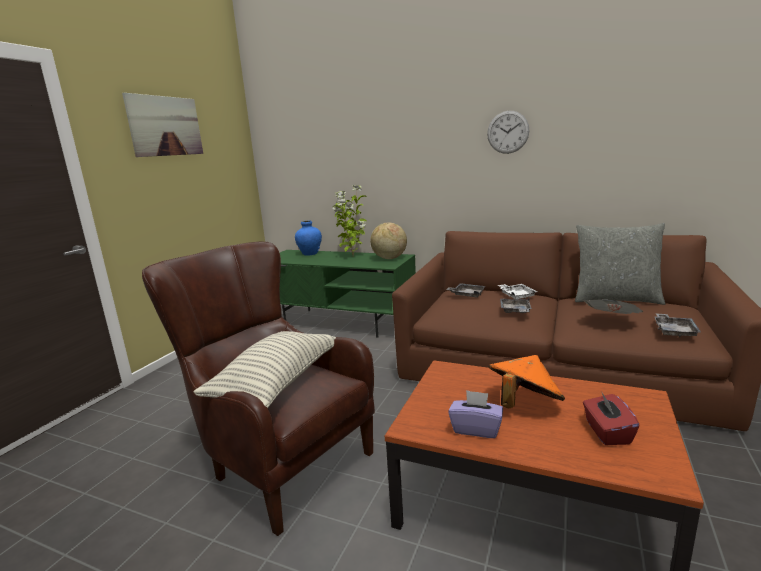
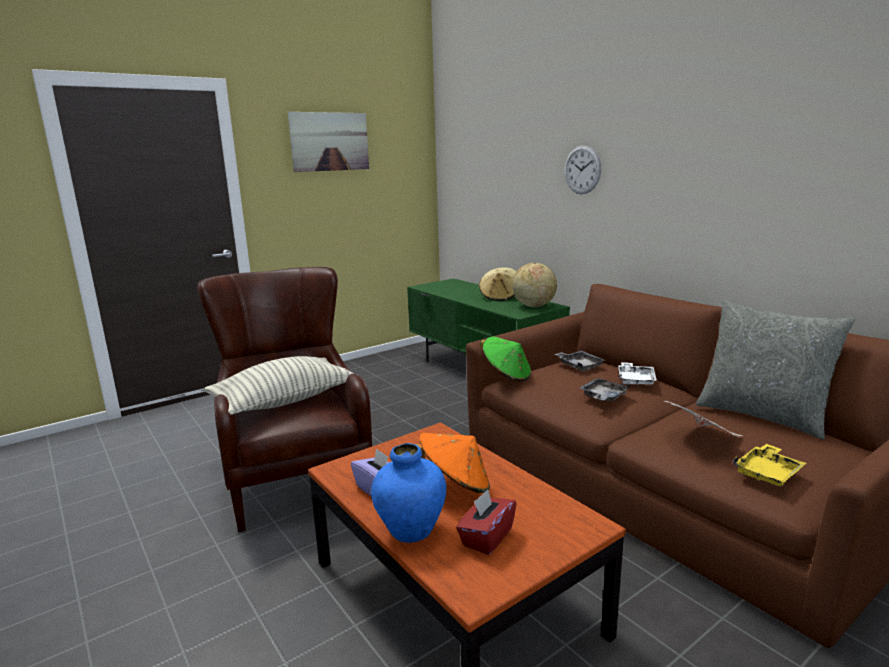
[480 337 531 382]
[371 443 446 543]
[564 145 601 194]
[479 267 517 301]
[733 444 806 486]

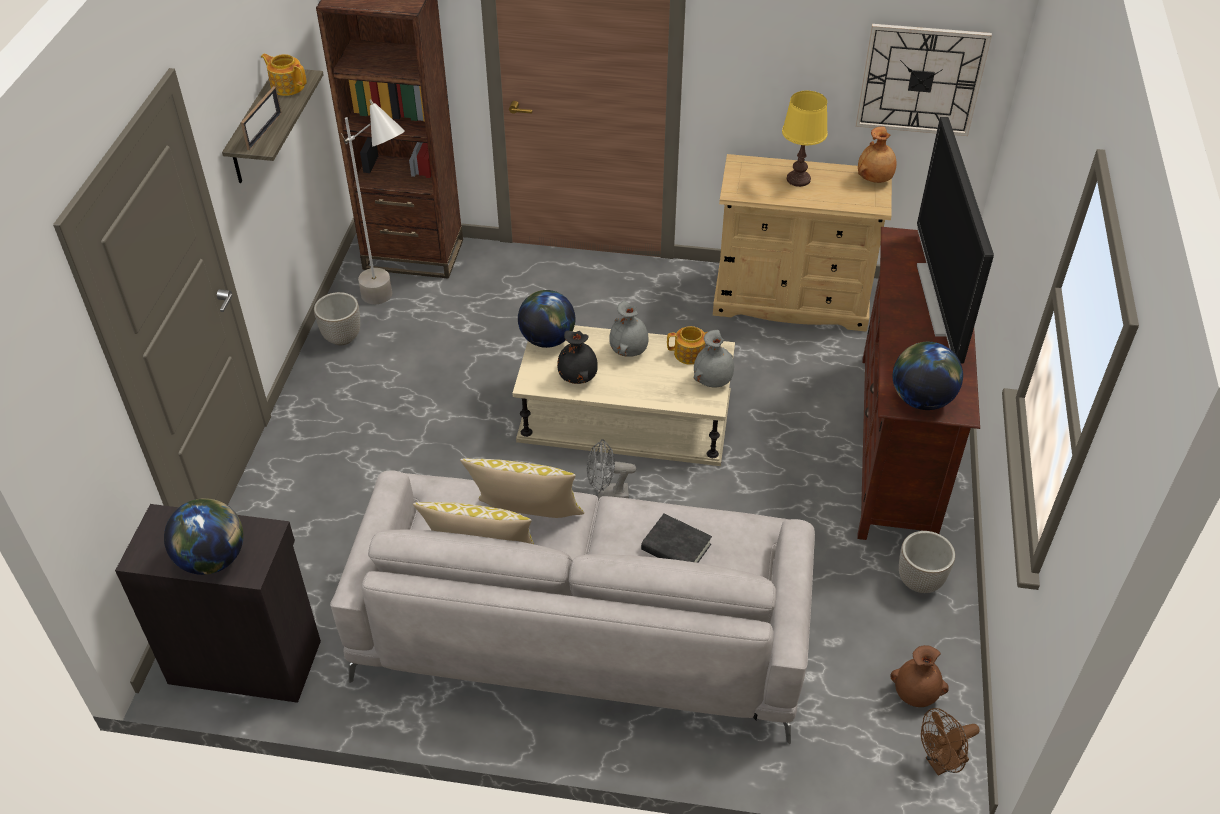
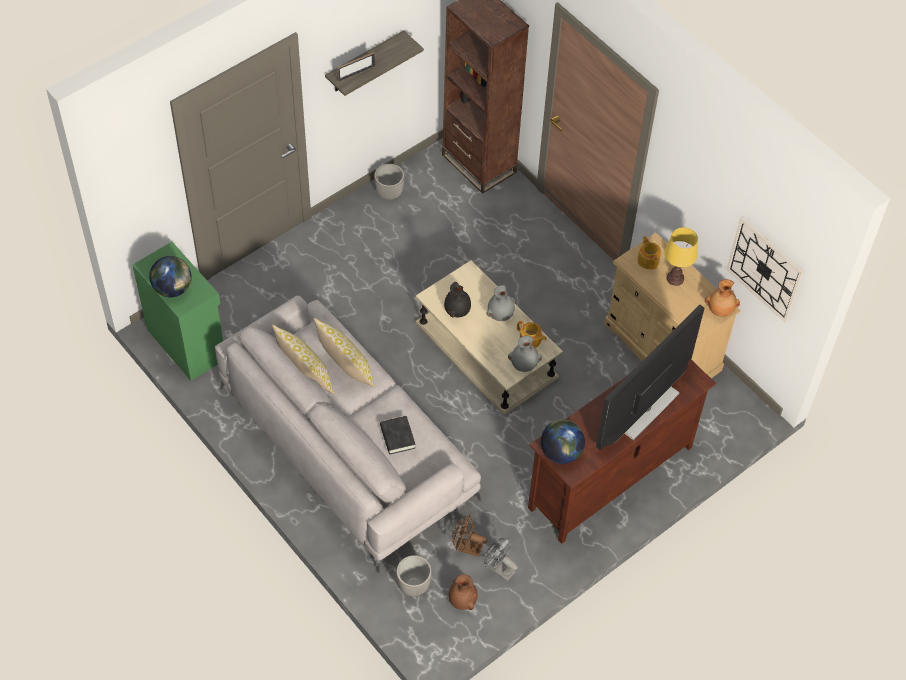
[341 99 405 305] (first image)
[518 290 575 348] (first image)
[637 236 661 269]
[484 538 518 582]
[396 555 432 596]
[452 515 487 557]
[132 242 223 381]

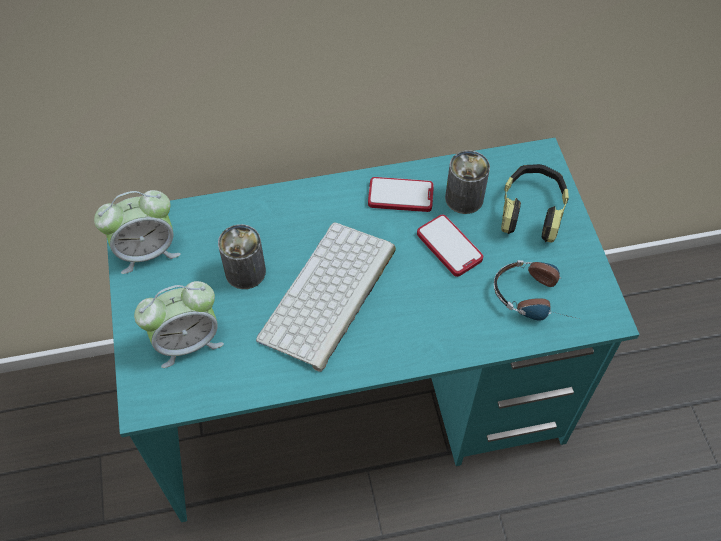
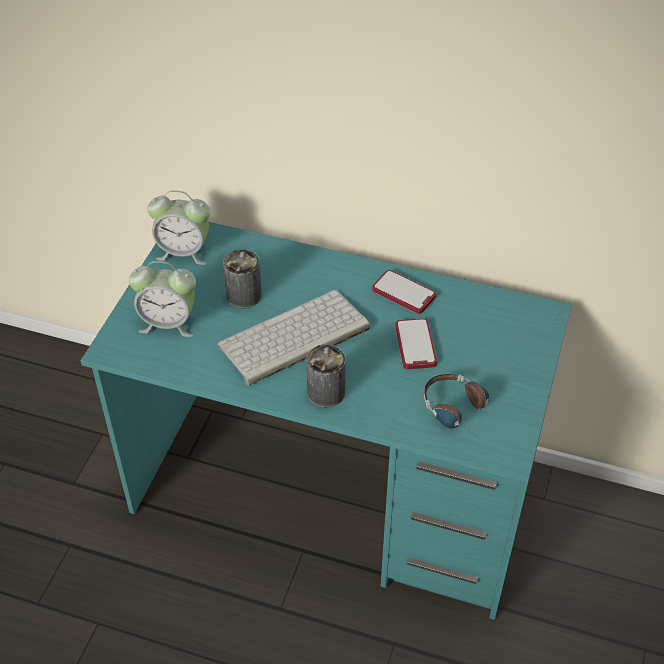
[501 164 569 243] (first image)
[306 344 346 407]

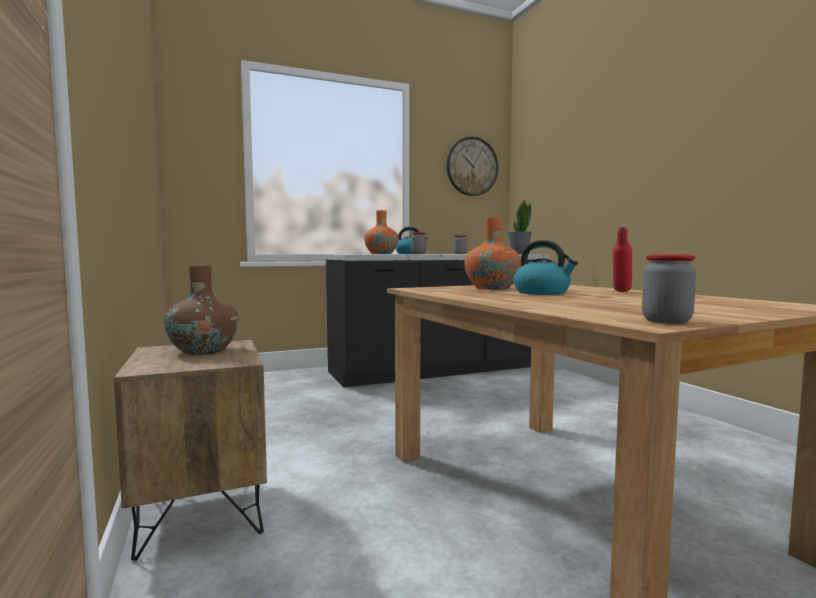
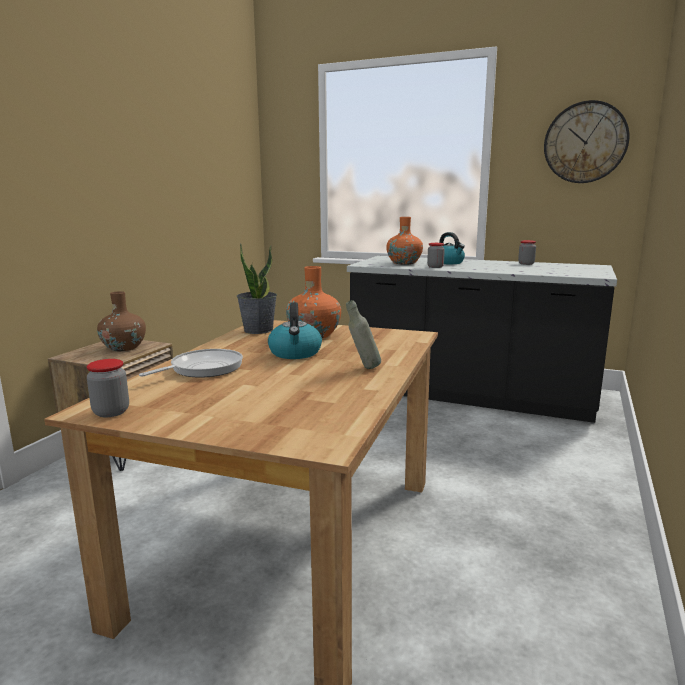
[139 349 243 378]
[237 243 277 334]
[346 300 381 369]

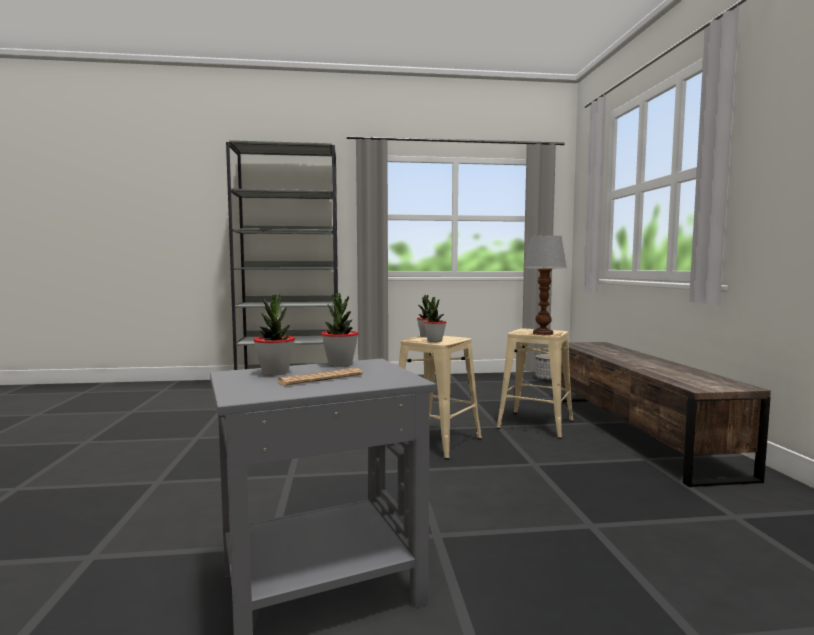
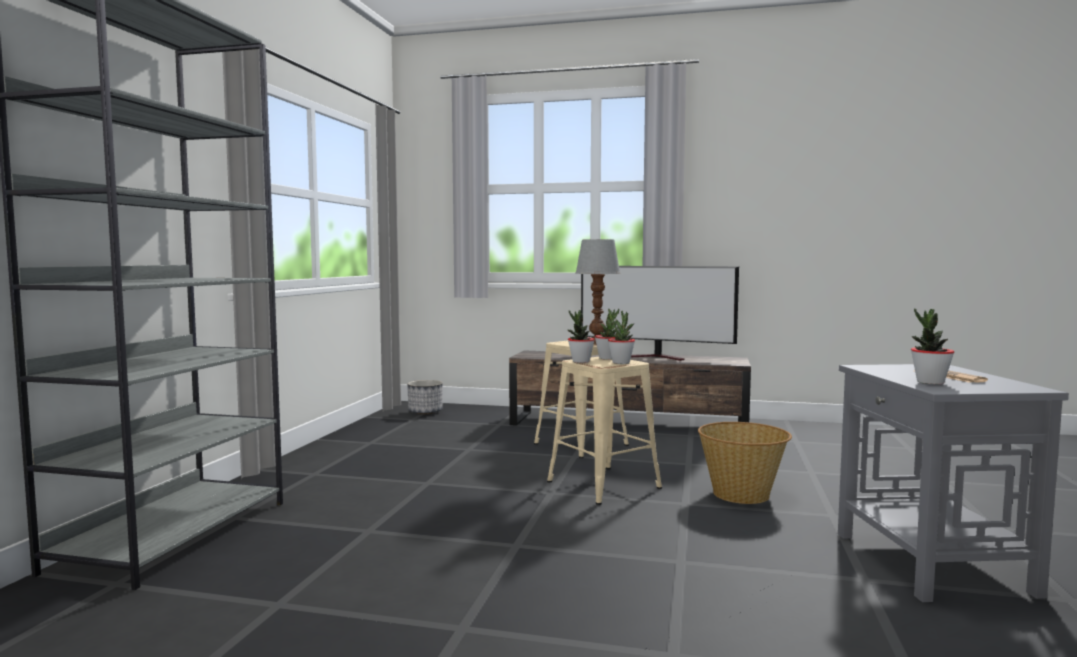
[581 266 739 361]
[698 422 792 504]
[595 309 619 360]

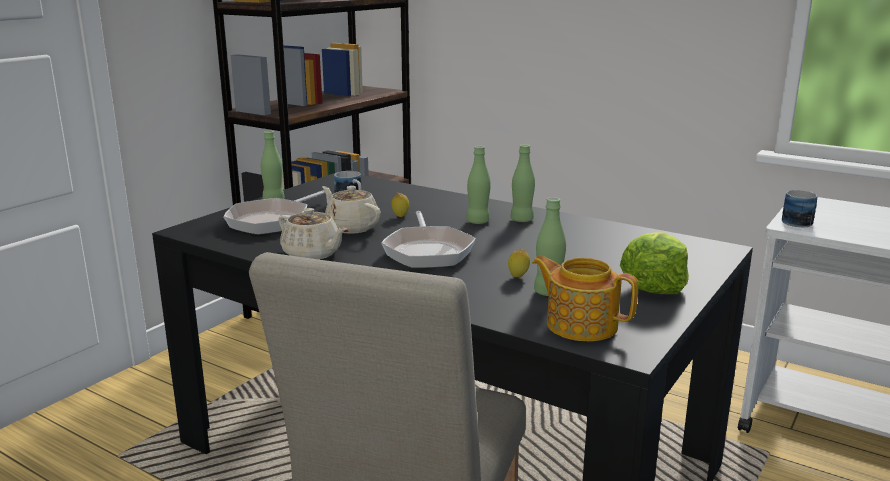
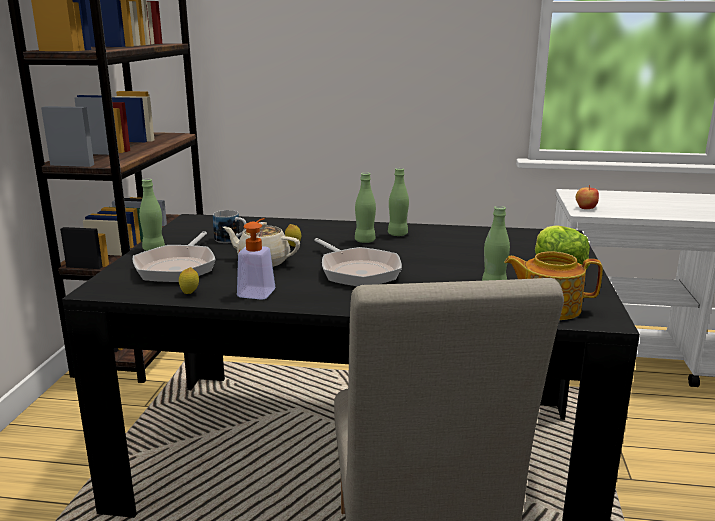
[179 267 199 294]
[237 218 276 300]
[576 185 599 209]

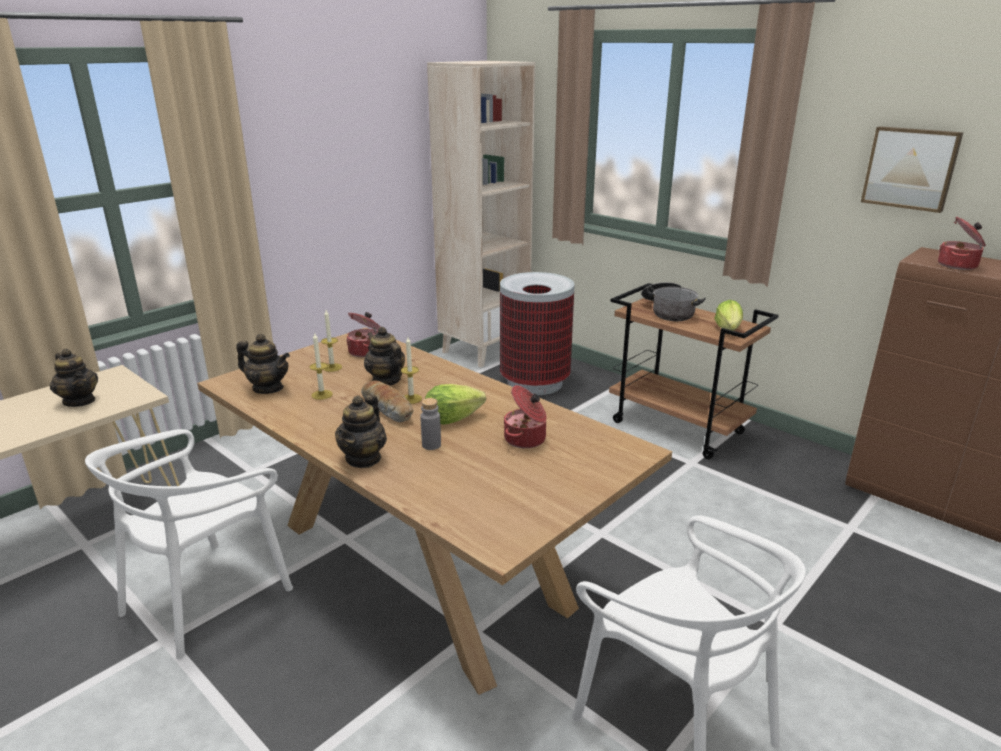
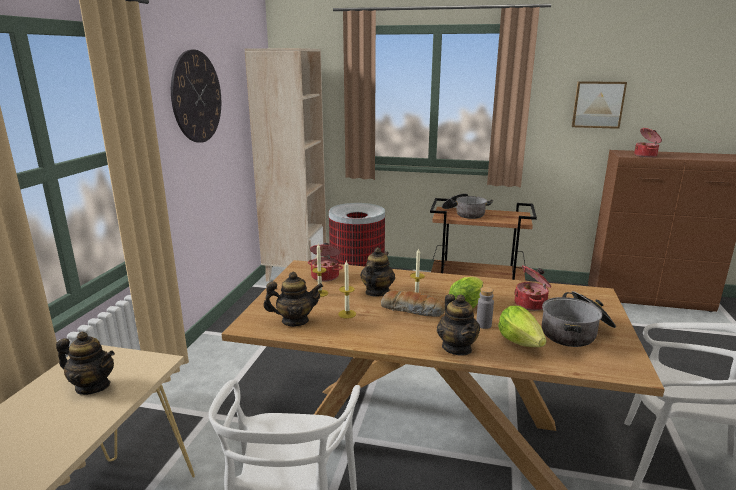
[171 50 221 143]
[542 291 616 347]
[498 306 546 347]
[360 247 395 297]

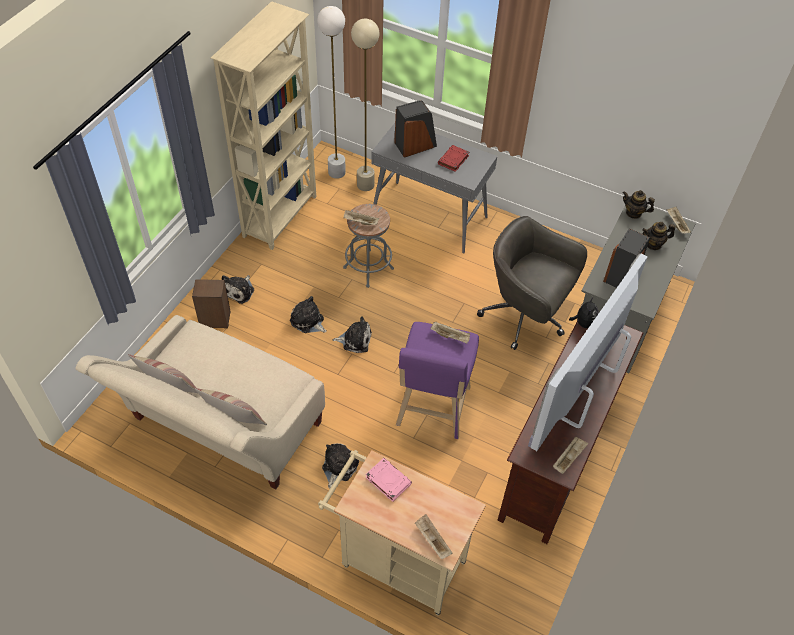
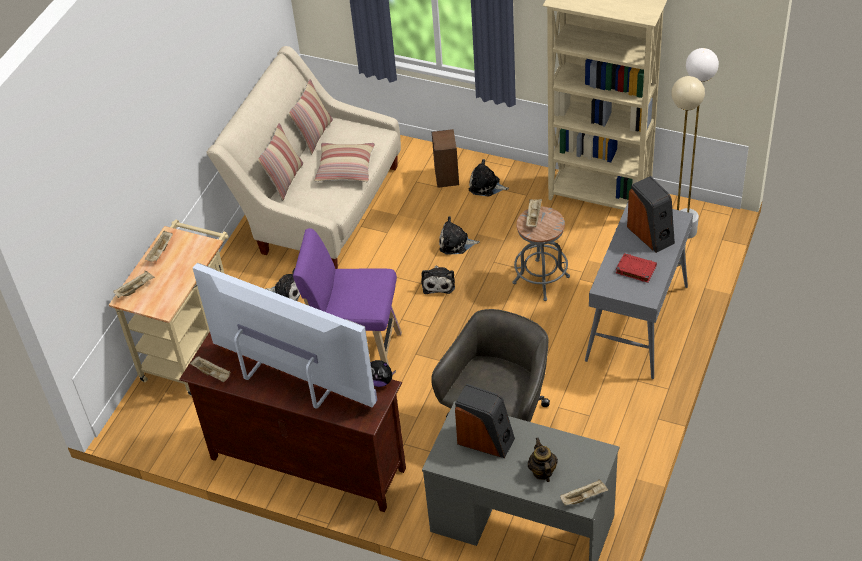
[365 458 412 502] (first image)
[623 190 655 219] (first image)
[314 143 375 182]
[145 231 173 262]
[439 216 480 255]

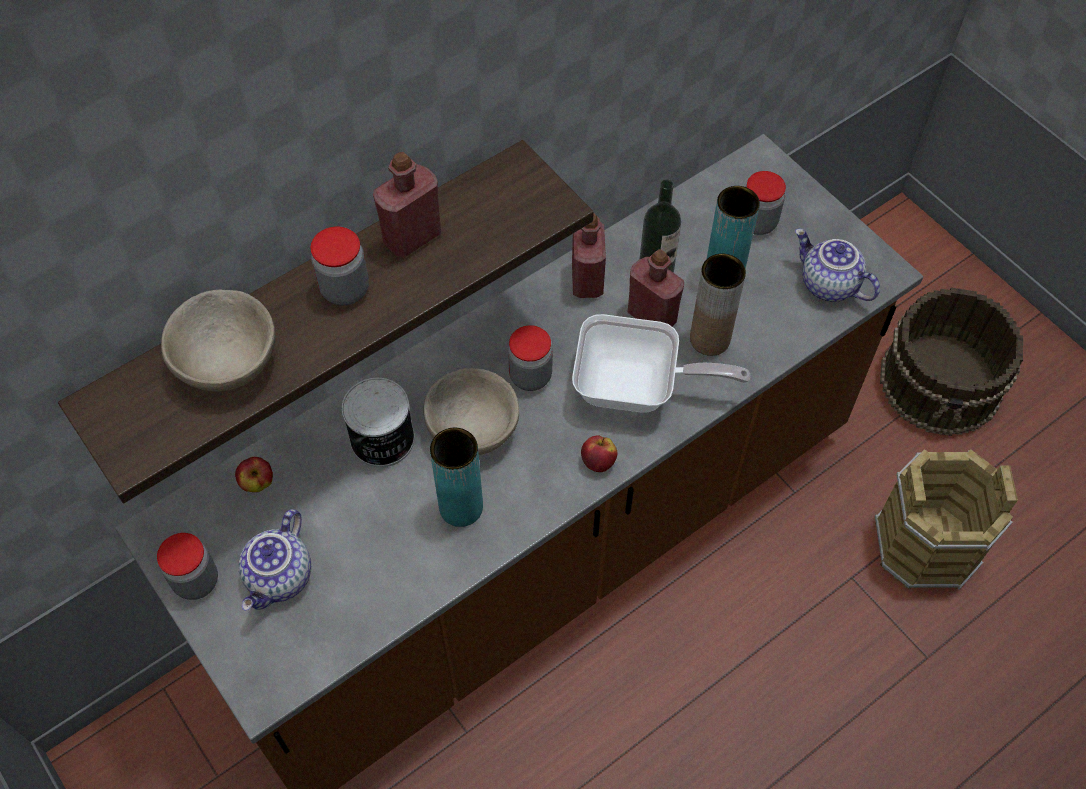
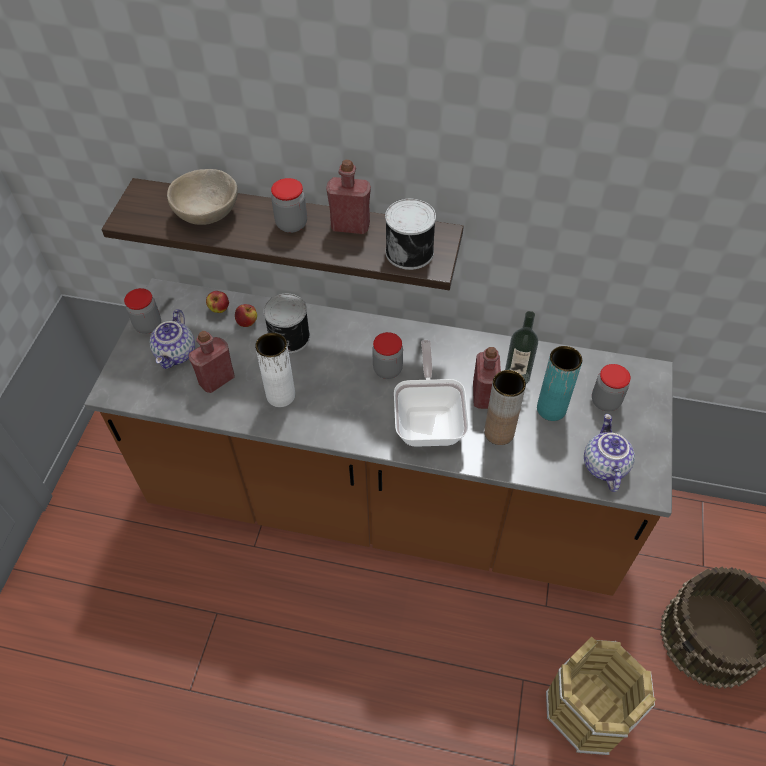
[423 368 519 455] (first image)
[385 198 436 270]
[189 331 235 393]
[235 304 257 327]
[255 333 295 407]
[150 309 195 369]
[394 340 469 447]

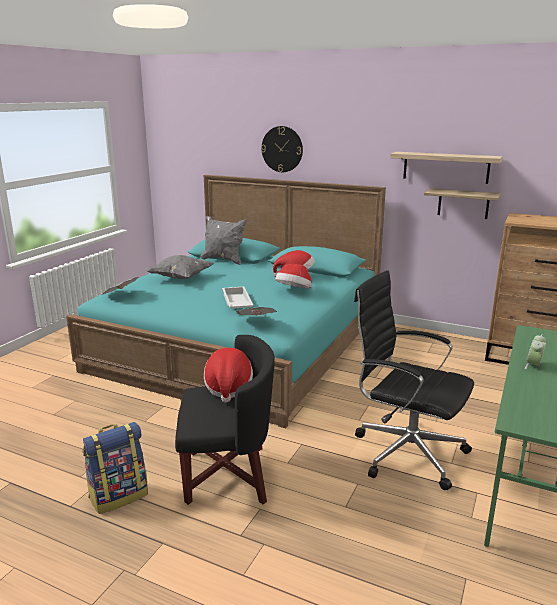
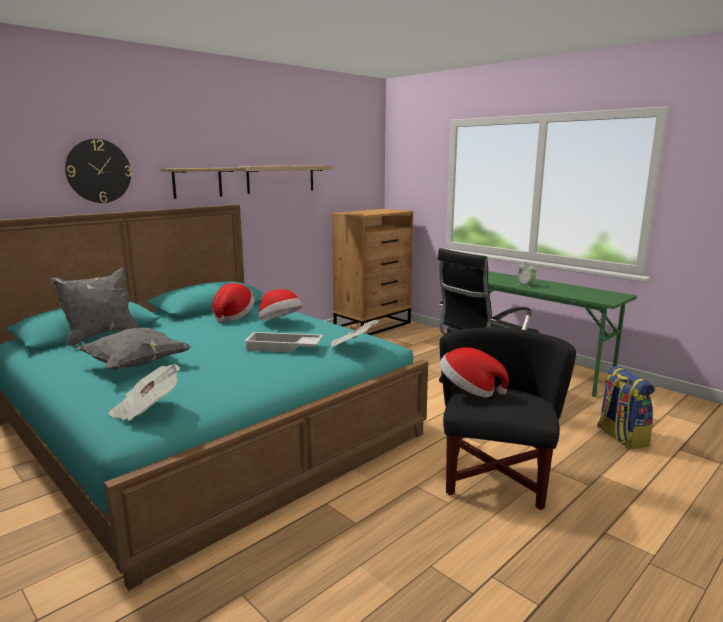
[597 366 655 449]
[160 168 246 199]

